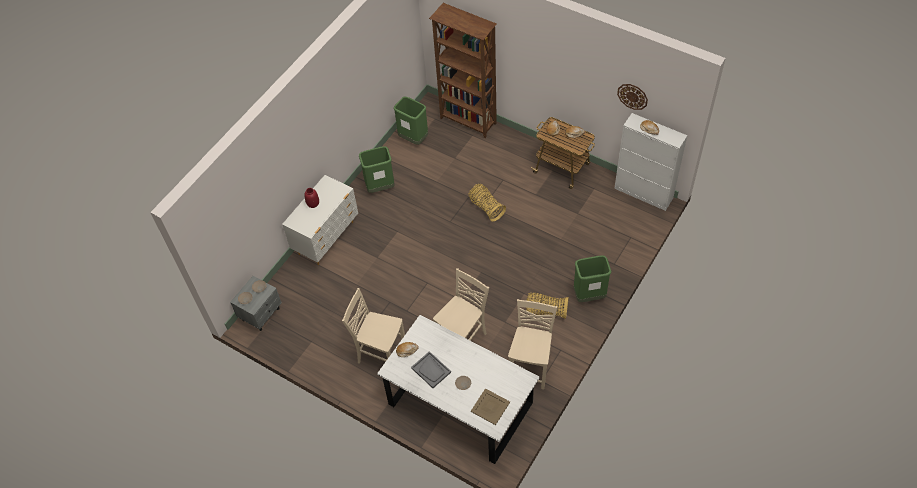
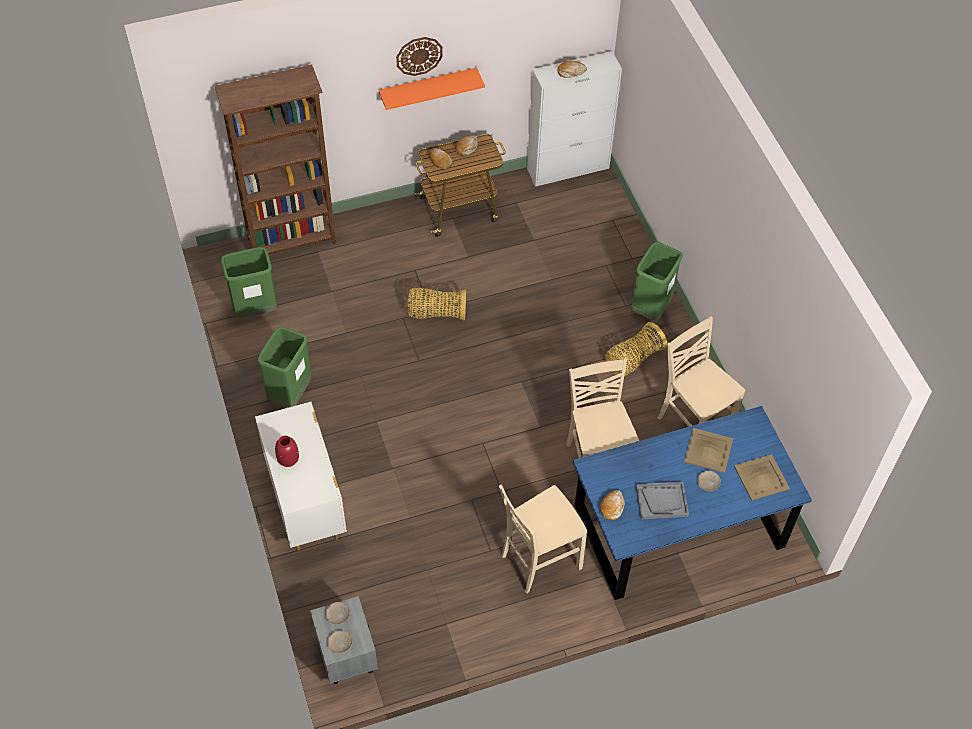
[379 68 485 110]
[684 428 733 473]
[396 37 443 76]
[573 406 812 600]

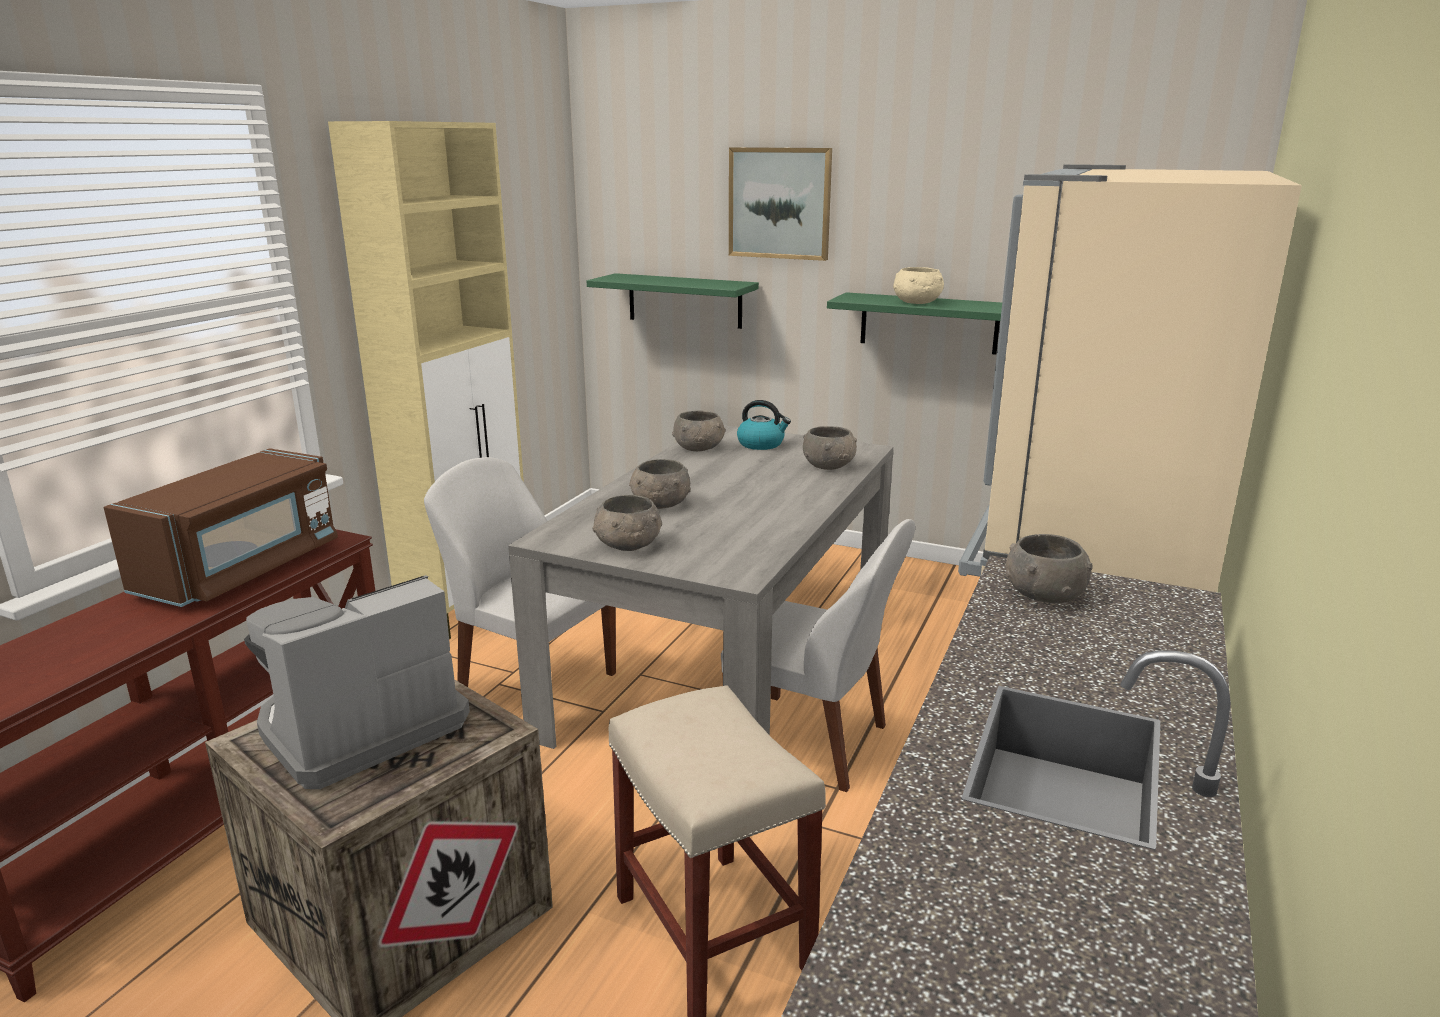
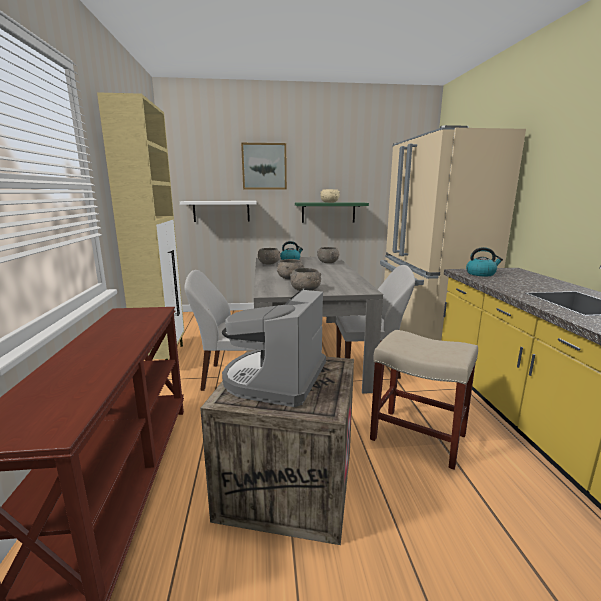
[104 448 338 607] (first image)
[466 247 503 276]
[180 201 257 222]

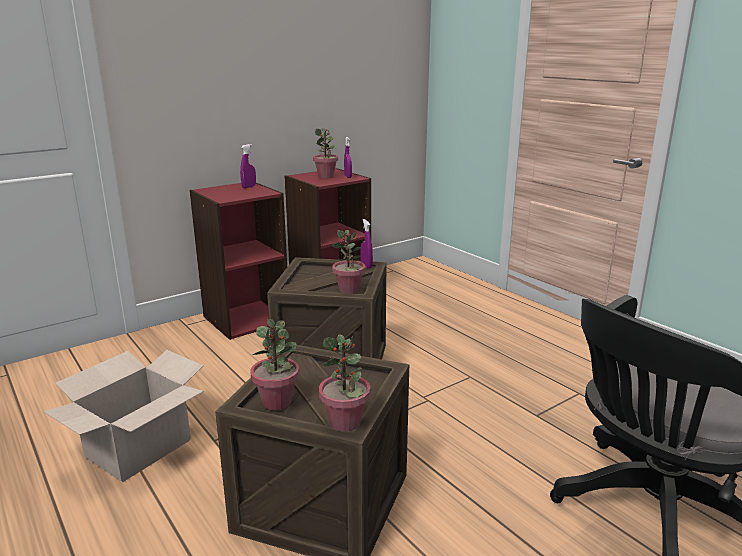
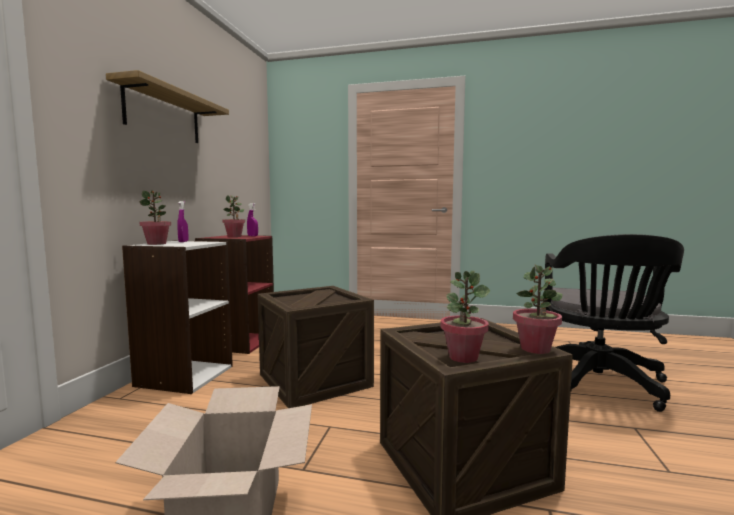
[360 219 373 269] (first image)
[106 70 229 143]
[139 190 171 245]
[122 241 233 394]

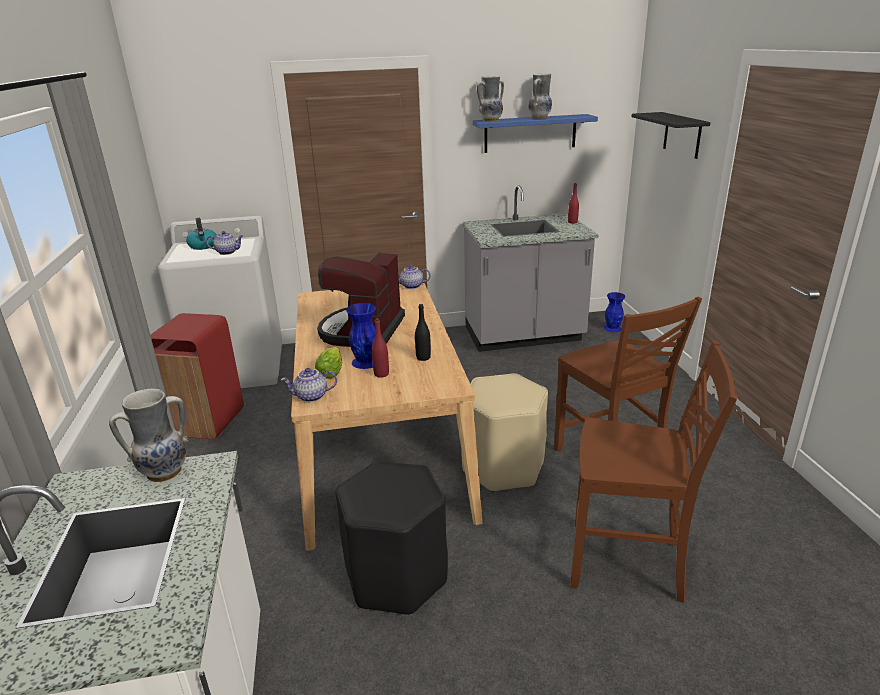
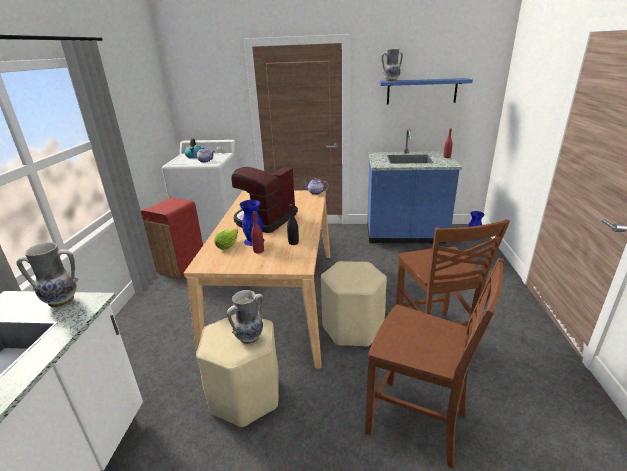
[281 368 337 402] (first image)
[632 112 711 159] (first image)
[227 290 263 344]
[196 314 279 428]
[367 128 462 243]

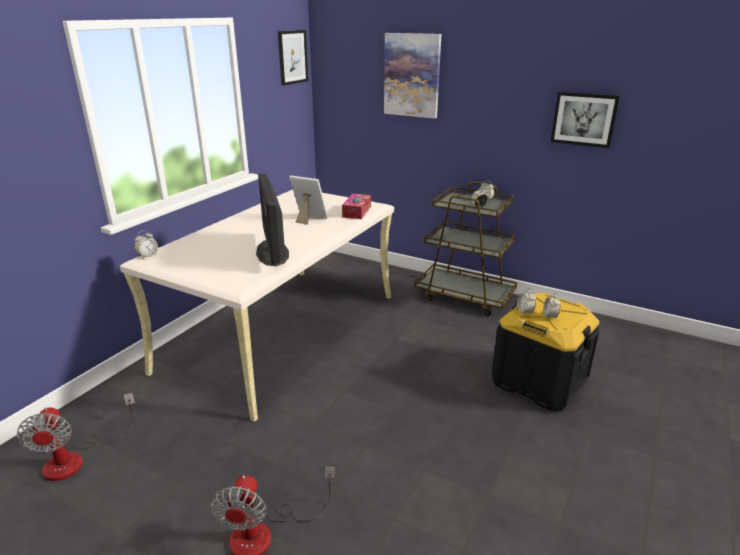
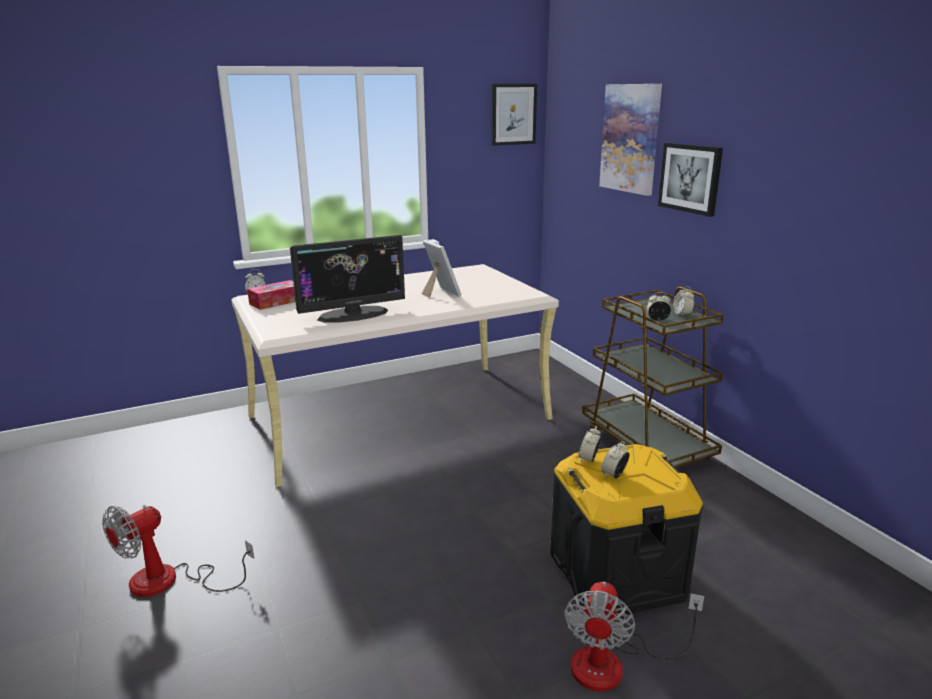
[564 581 704 692]
[247 280 296 310]
[658 143 723 217]
[290 235 405 323]

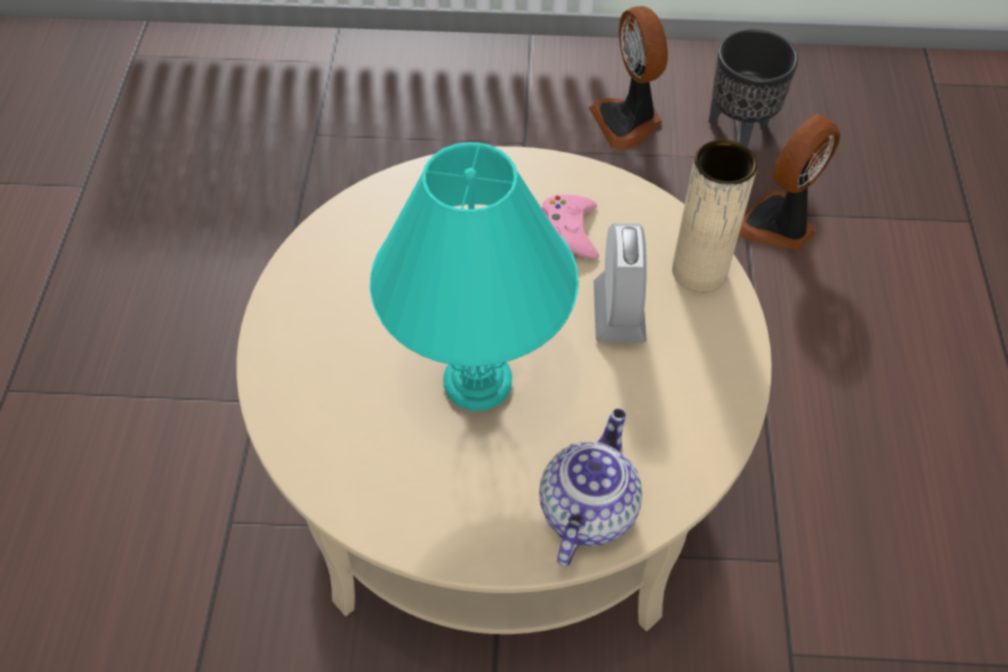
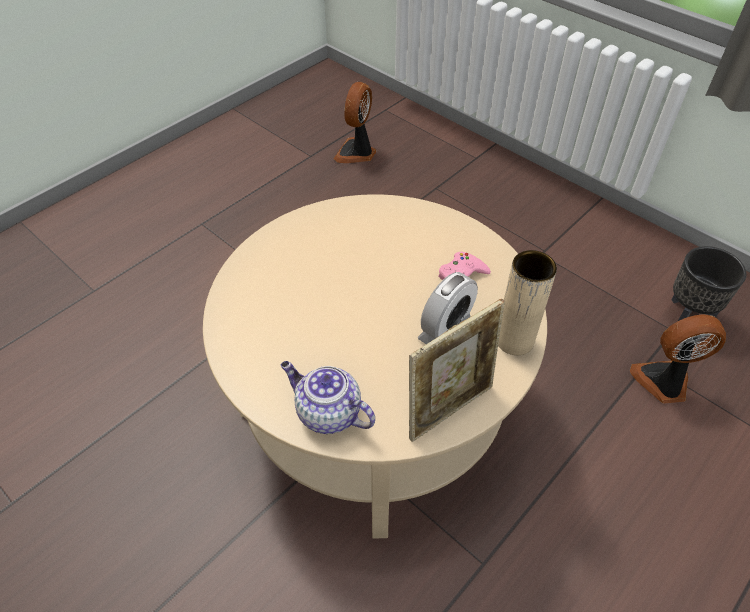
[370 142 579 411] (first image)
[409 299 505 442]
[333 82 376 163]
[281 361 375 434]

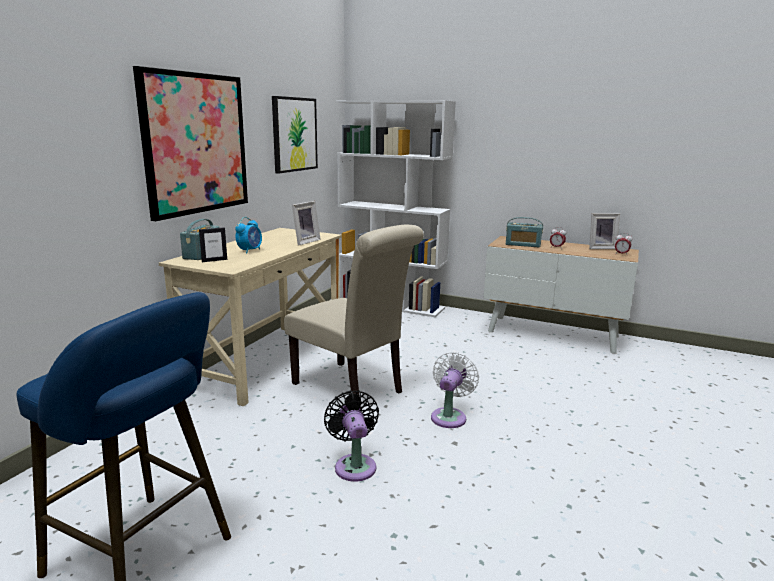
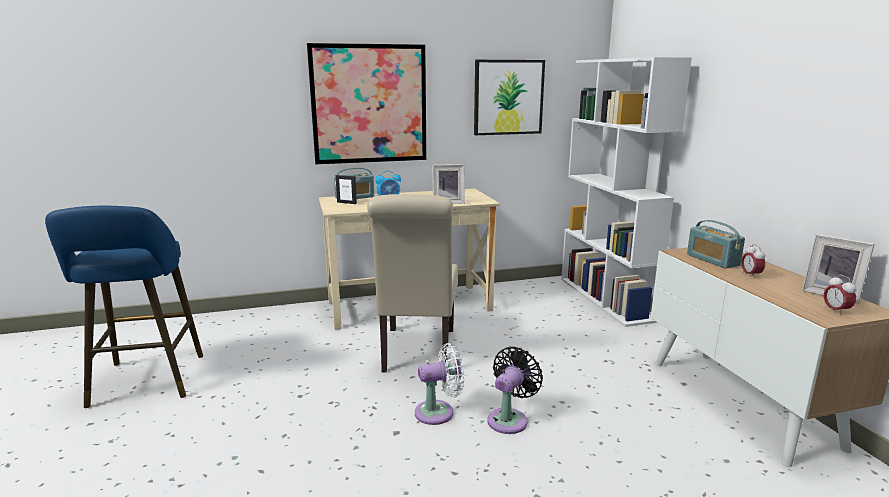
[487 347 543 434]

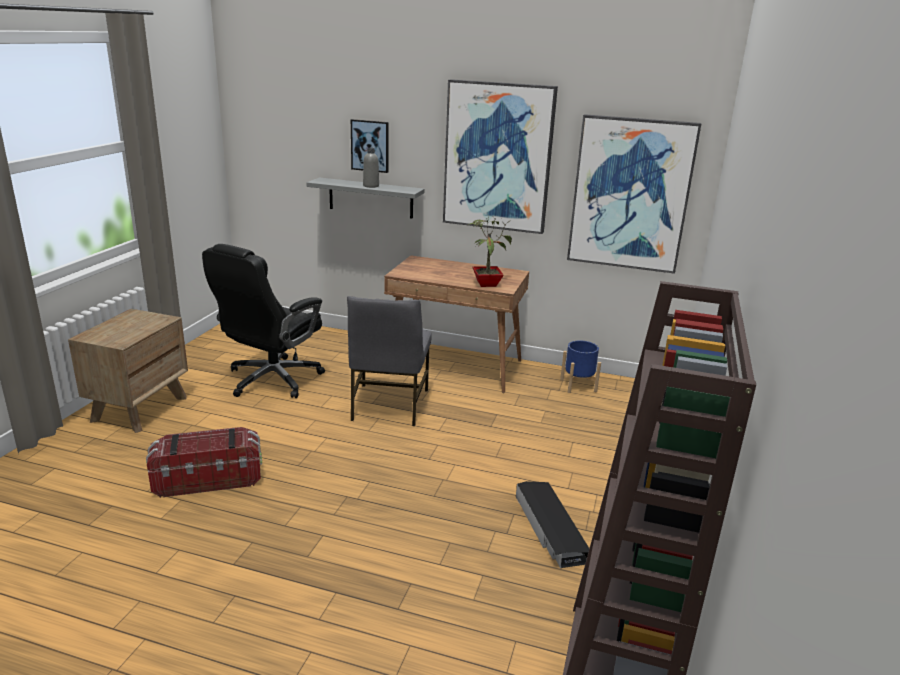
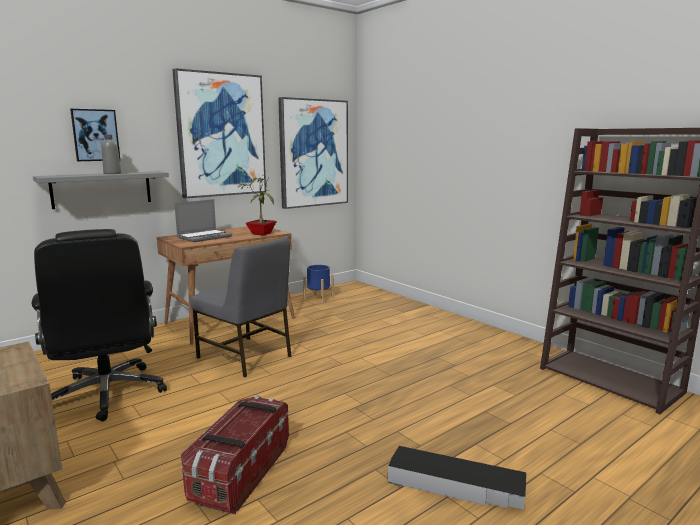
[174 199 232 242]
[388 446 526 510]

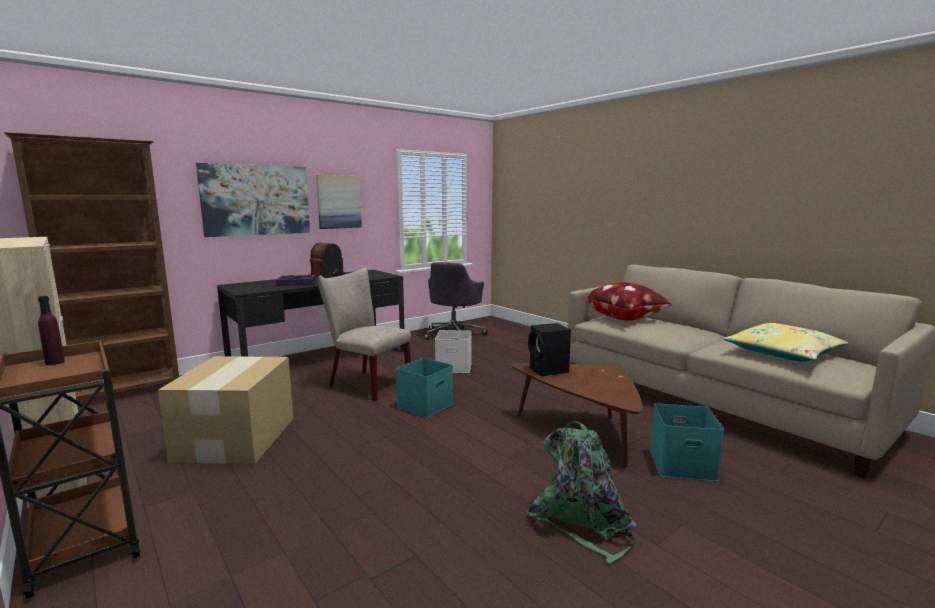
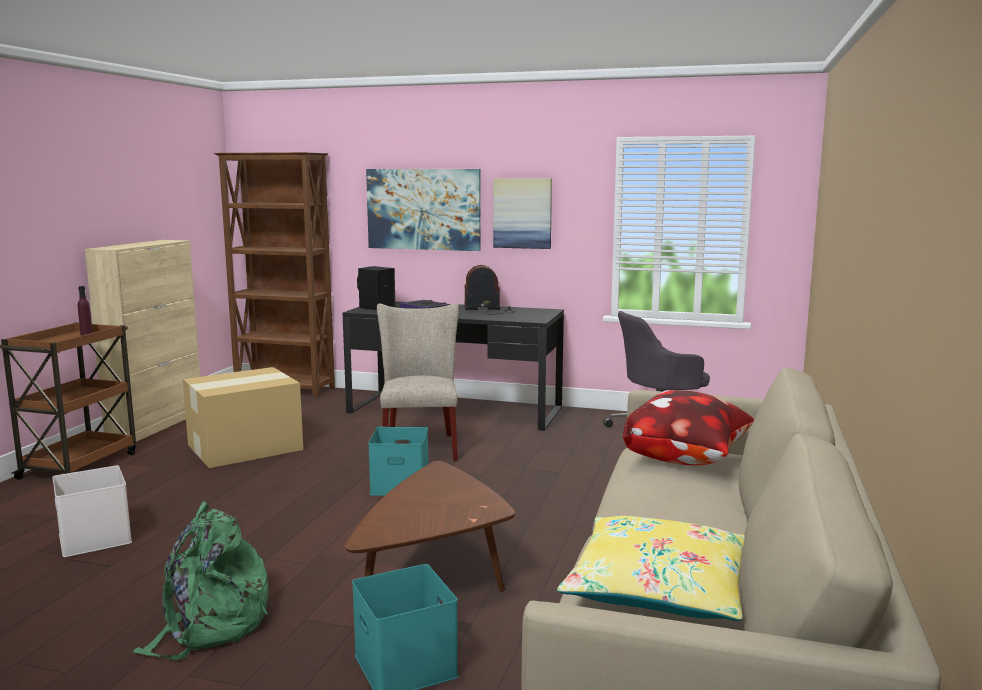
[52 465 132 557]
[357 266 396 310]

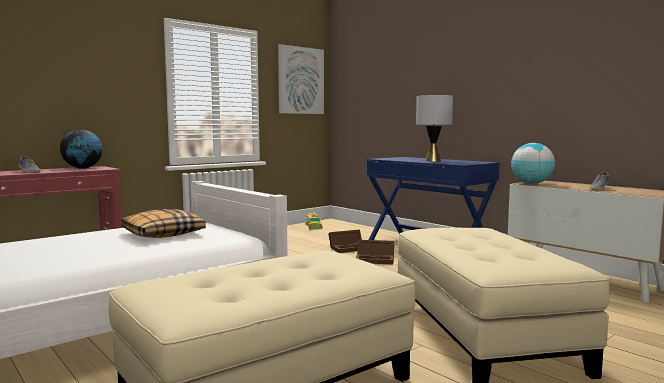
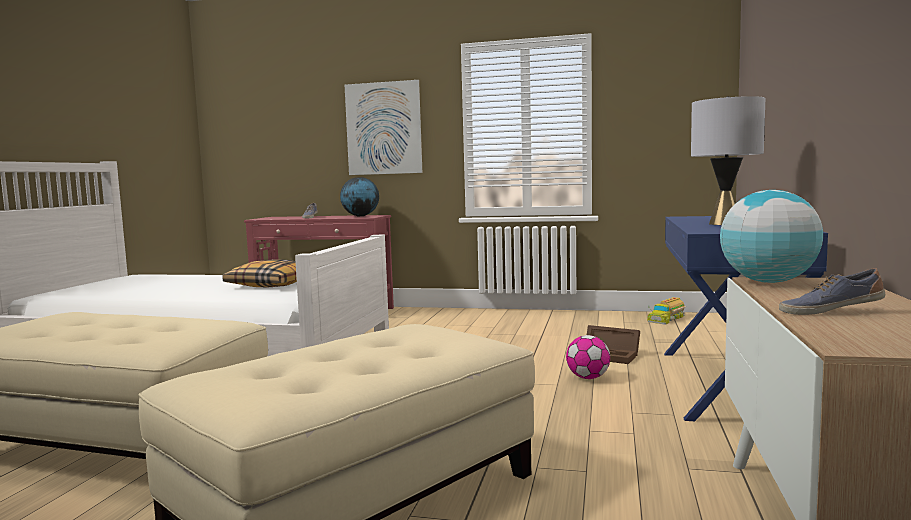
[345 80 422 175]
[566 335 610 379]

